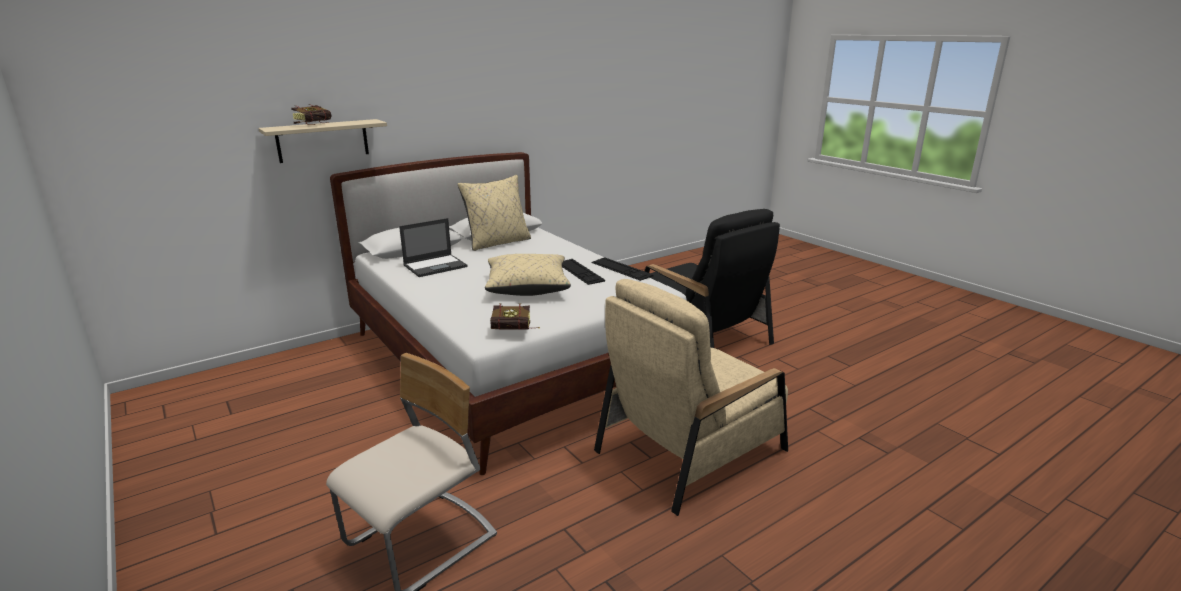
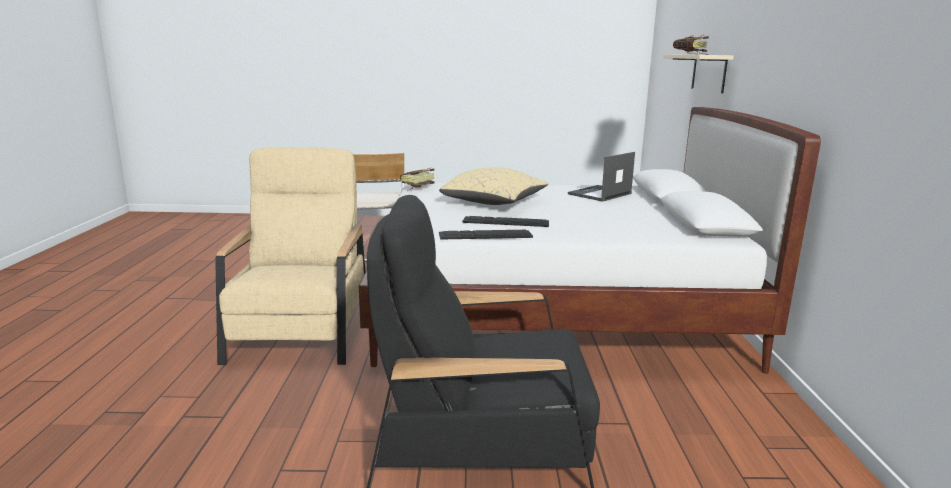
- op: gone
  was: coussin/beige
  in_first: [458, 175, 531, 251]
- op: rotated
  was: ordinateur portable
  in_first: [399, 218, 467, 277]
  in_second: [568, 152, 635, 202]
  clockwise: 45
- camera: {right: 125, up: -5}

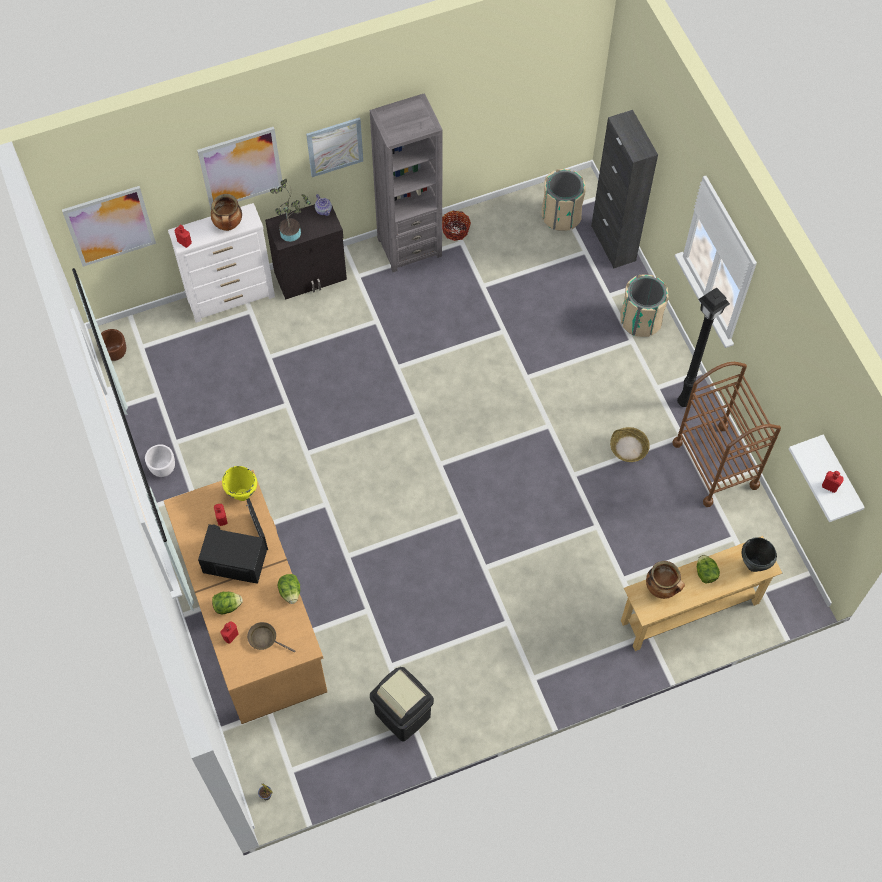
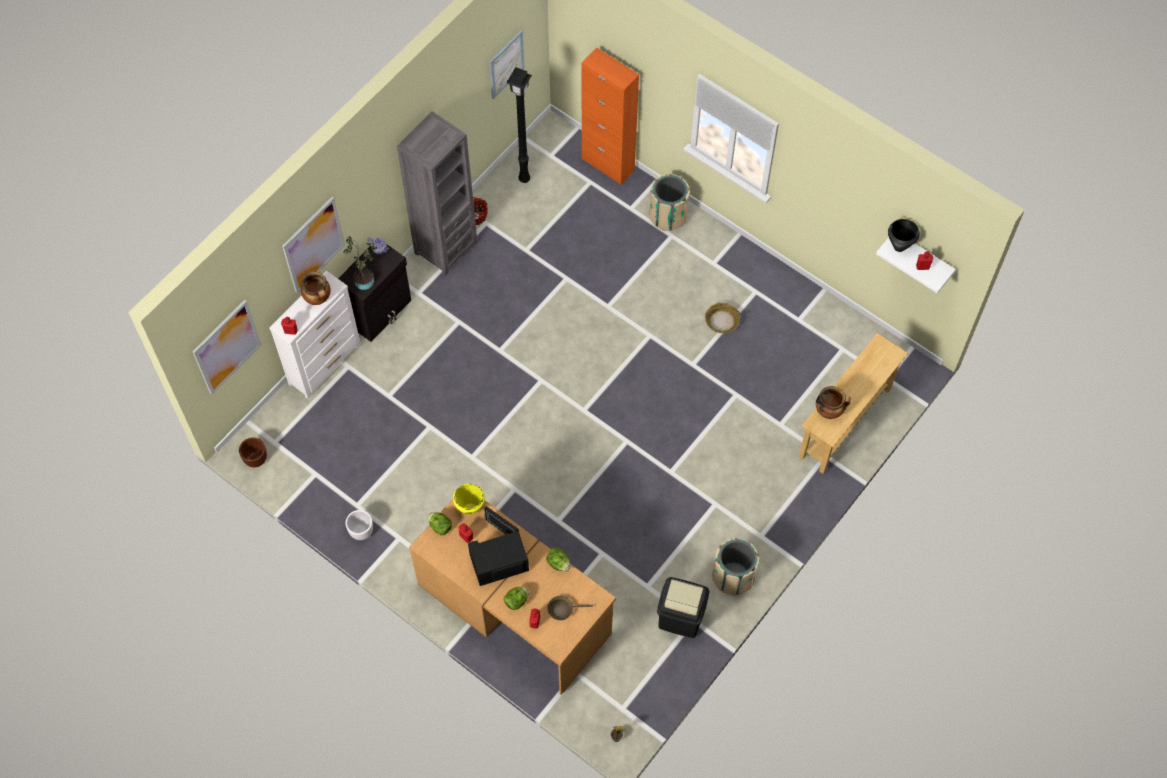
- op: repainted
  was: meuble de rangement/noir
  now: meuble de rangement/orange
  in_first: [591, 110, 658, 269]
  in_second: [582, 48, 639, 185]
- op: shifted
  was: tableau
  in_first: [306, 117, 363, 177]
  in_second: [489, 30, 524, 99]
- op: shifted
  was: poubelle/beige
  in_first: [542, 169, 586, 231]
  in_second: [712, 538, 760, 596]
- op: shifted
  was: lampadaire/noir
  in_first: [677, 287, 730, 407]
  in_second: [507, 67, 532, 183]
- op: gone
  was: chariot/marron
  in_first: [673, 362, 781, 507]
- op: shifted
  was: marmite/noir
  in_first: [742, 537, 777, 572]
  in_second: [888, 219, 920, 252]
- op: shifted
  was: laitue
  in_first: [697, 555, 720, 583]
  in_second: [428, 512, 452, 535]
- camera: {right: -30, up: 0}

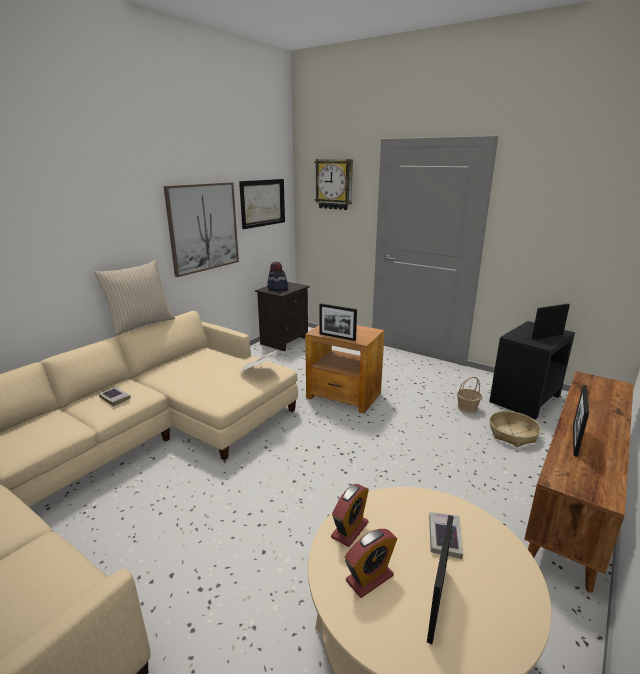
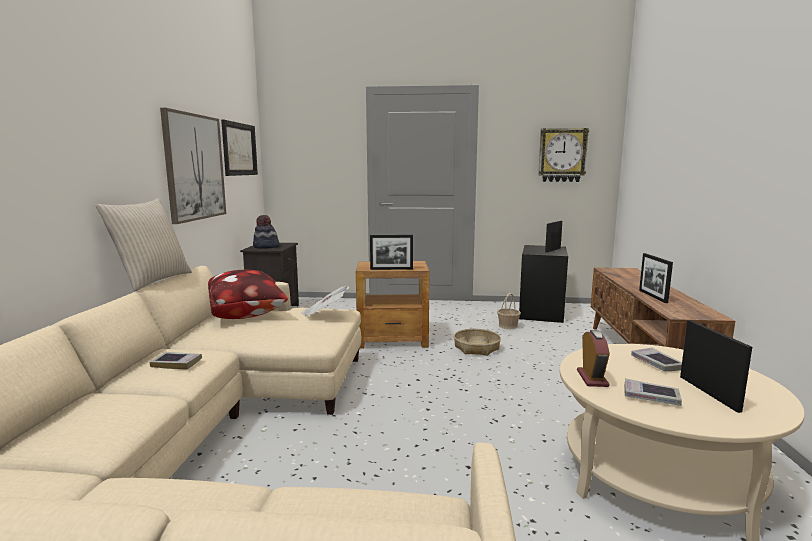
- op: shifted
  was: horloge murale
  in_first: [315, 159, 353, 210]
  in_second: [538, 128, 589, 182]
- op: shifted
  was: panier
  in_first: [489, 411, 541, 447]
  in_second: [454, 329, 501, 356]
- op: swapped
  was: réveil
  now: livre
  in_first: [345, 529, 397, 598]
  in_second: [624, 378, 682, 406]
- op: new
  now: coussin
  in_second: [208, 270, 288, 319]
- camera: {right: -30, up: -10}

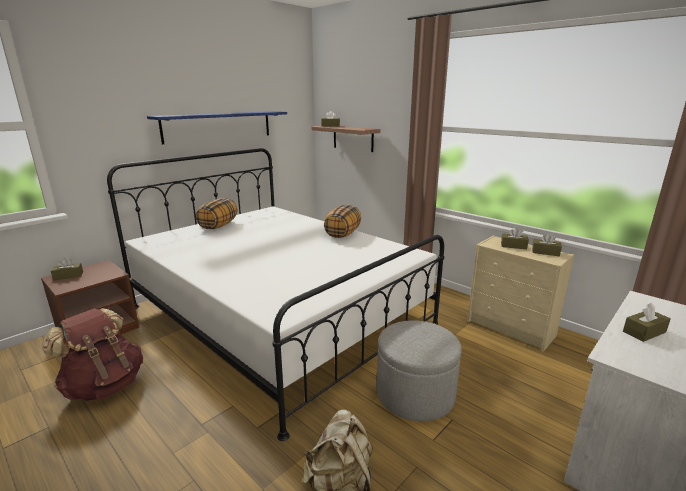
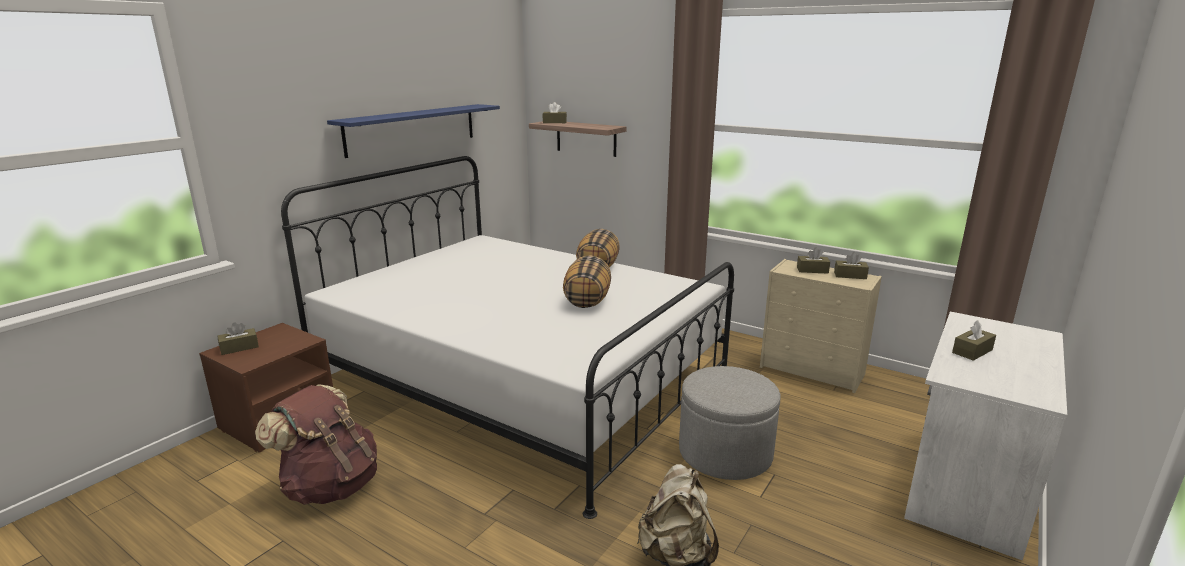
- op: shifted
  was: coussin
  in_first: [196, 198, 238, 229]
  in_second: [563, 255, 611, 308]
- camera: {right: -10, up: 0}

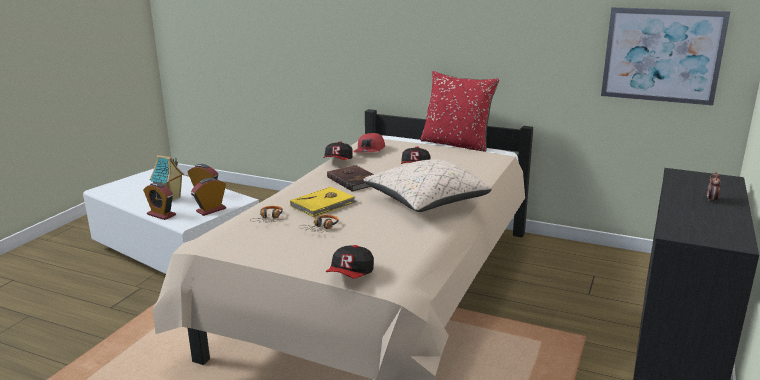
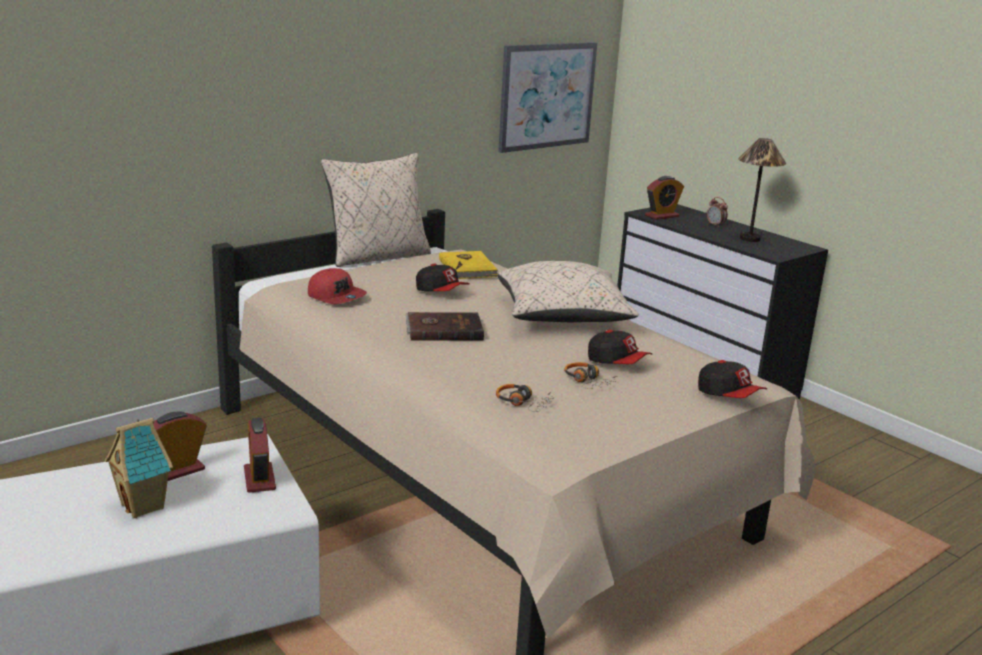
- op: repainted
  was: coussin/rouge
  now: coussin/beige
  in_first: [420, 71, 499, 152]
  in_second: [321, 153, 431, 267]
- op: shifted
  was: casquette
  in_first: [323, 141, 353, 160]
  in_second: [588, 330, 653, 364]
- op: shifted
  was: réveil
  in_first: [143, 182, 176, 220]
  in_second: [645, 176, 684, 220]
- op: shifted
  was: livre/jaune
  in_first: [290, 187, 357, 217]
  in_second: [439, 251, 498, 279]
- op: new
  now: lampe de table
  in_second: [738, 138, 787, 242]
- camera: {right: -65, up: 0}

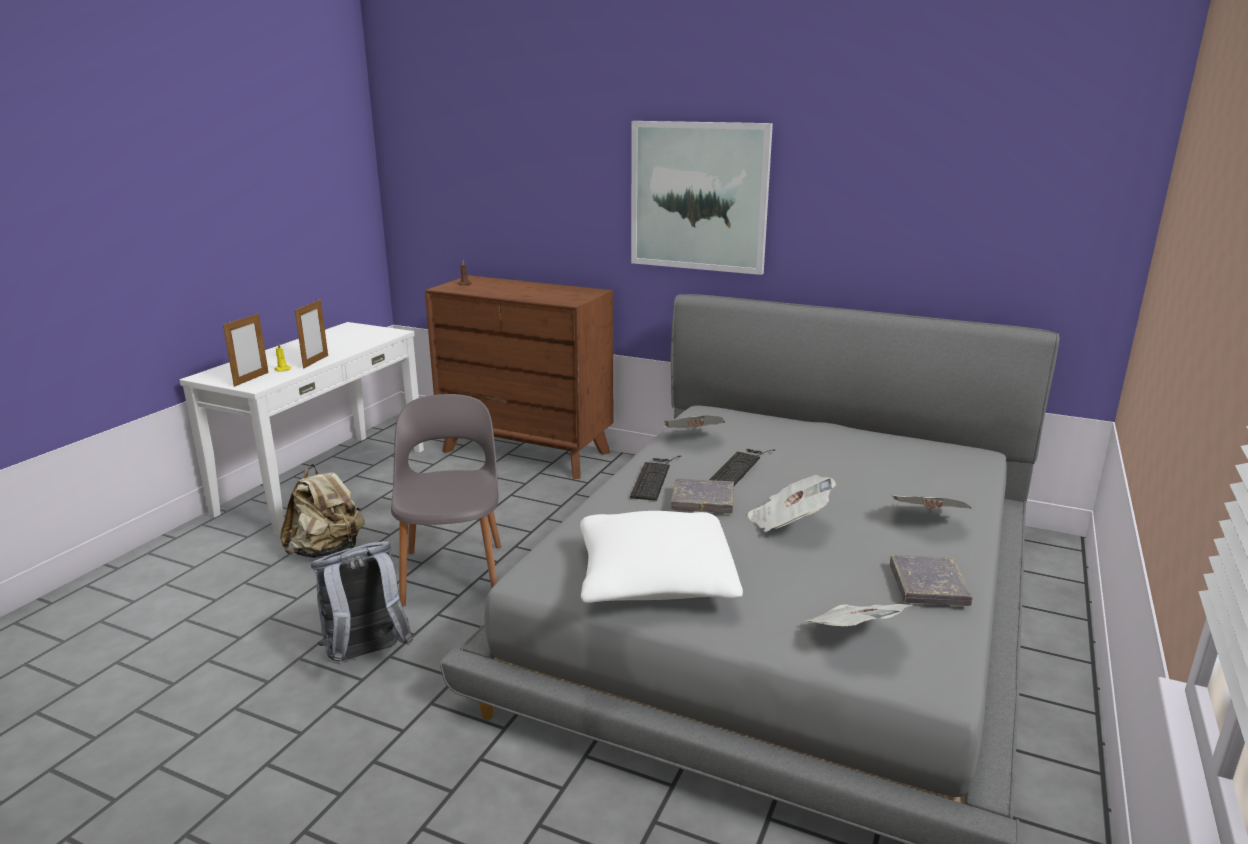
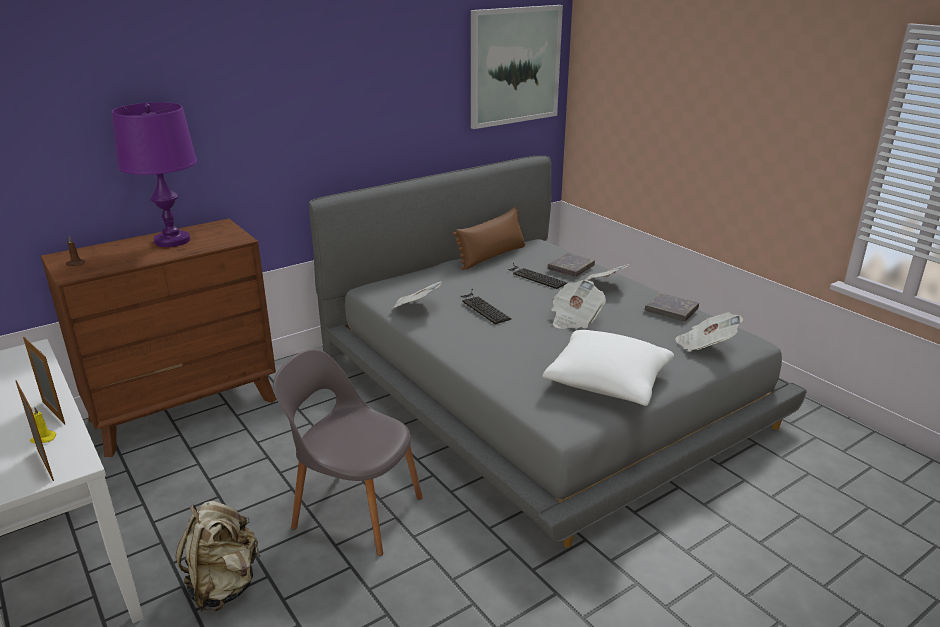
- op: shifted
  was: tableau
  in_first: [631, 121, 773, 275]
  in_second: [471, 5, 563, 129]
- op: shifted
  was: clavier
  in_first: [630, 456, 681, 501]
  in_second: [508, 262, 567, 289]
- op: shifted
  was: livre/gris
  in_first: [671, 478, 734, 513]
  in_second: [548, 253, 595, 277]
- op: gone
  was: sac à dos/gris
  in_first: [311, 541, 413, 664]
- op: new
  now: lampe de table/violet
  in_second: [112, 102, 197, 247]
- op: new
  now: coussin/marron
  in_second: [453, 207, 526, 270]
- camera: {right: -60, up: 5}

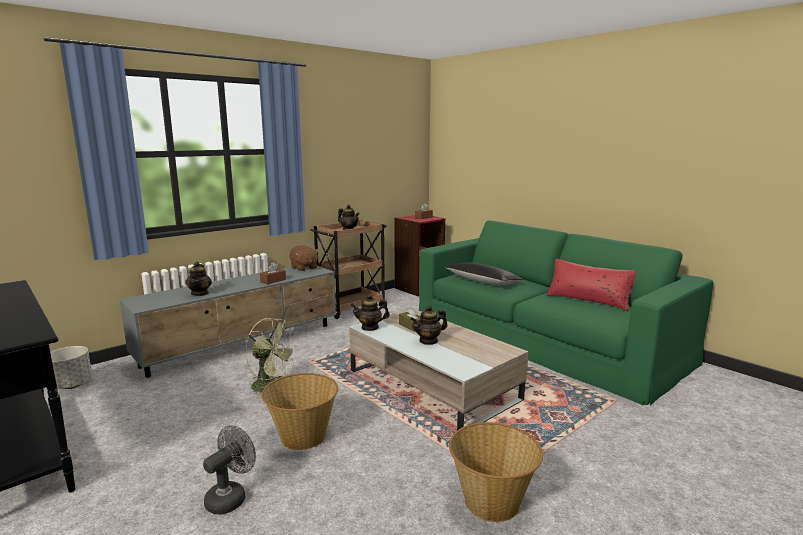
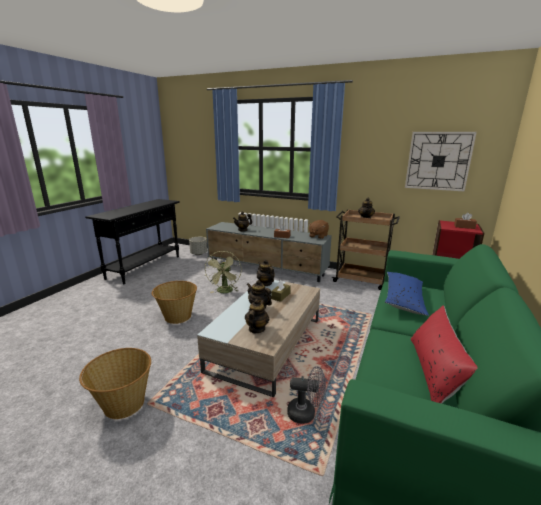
- op: repainted
  was: coussin/noir
  now: coussin/bleu
  in_first: [445, 262, 523, 285]
  in_second: [385, 272, 429, 316]
- op: shifted
  was: ventilateur/gris
  in_first: [203, 425, 256, 514]
  in_second: [287, 366, 326, 424]
- op: new
  now: horloge murale
  in_second: [405, 132, 477, 192]
- op: new
  now: théière
  in_second: [245, 299, 269, 333]
- camera: {right: 65, up: 5}

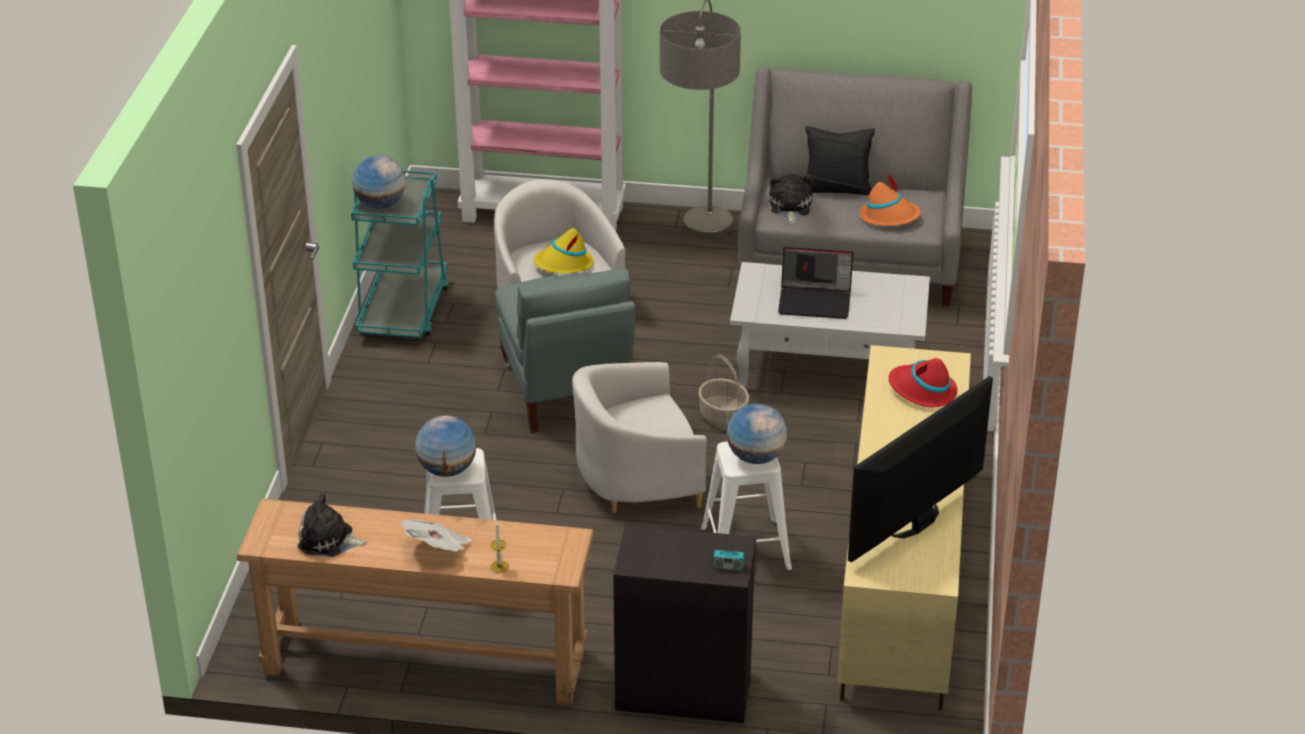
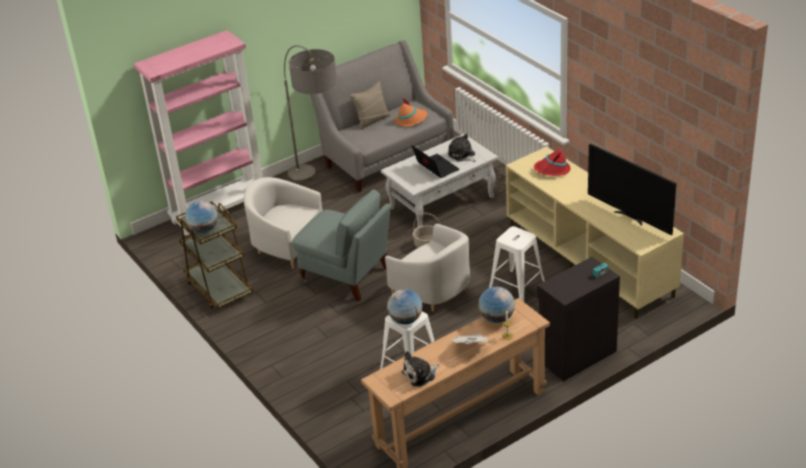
- op: repainted
  was: coussin/noir
  now: coussin/beige
  in_first: [805, 126, 875, 195]
  in_second: [350, 81, 391, 130]
- op: repainted
  was: chariot/turquoise
  now: chariot/marron
  in_first: [351, 170, 449, 338]
  in_second: [176, 201, 253, 309]
- op: shifted
  was: peluche
  in_first: [770, 174, 812, 224]
  in_second: [448, 134, 476, 162]
- op: gone
  was: chapeau/jaune
  in_first: [533, 228, 594, 274]
- op: rotated
  was: ordinateur portable
  in_first: [778, 247, 853, 319]
  in_second: [412, 145, 459, 178]
  clockwise: -90
- op: rotated
  was: fauteuil/blanc
  in_first: [572, 362, 707, 513]
  in_second: [385, 224, 470, 311]
  clockwise: -75
- op: rotated
  was: téléviseur
  in_first: [848, 376, 993, 562]
  in_second: [588, 143, 676, 235]
  clockwise: -45
- op: shifted
  was: globe
  in_first: [727, 404, 787, 464]
  in_second: [478, 287, 515, 323]
- camera: {right: -40, up: 0}

